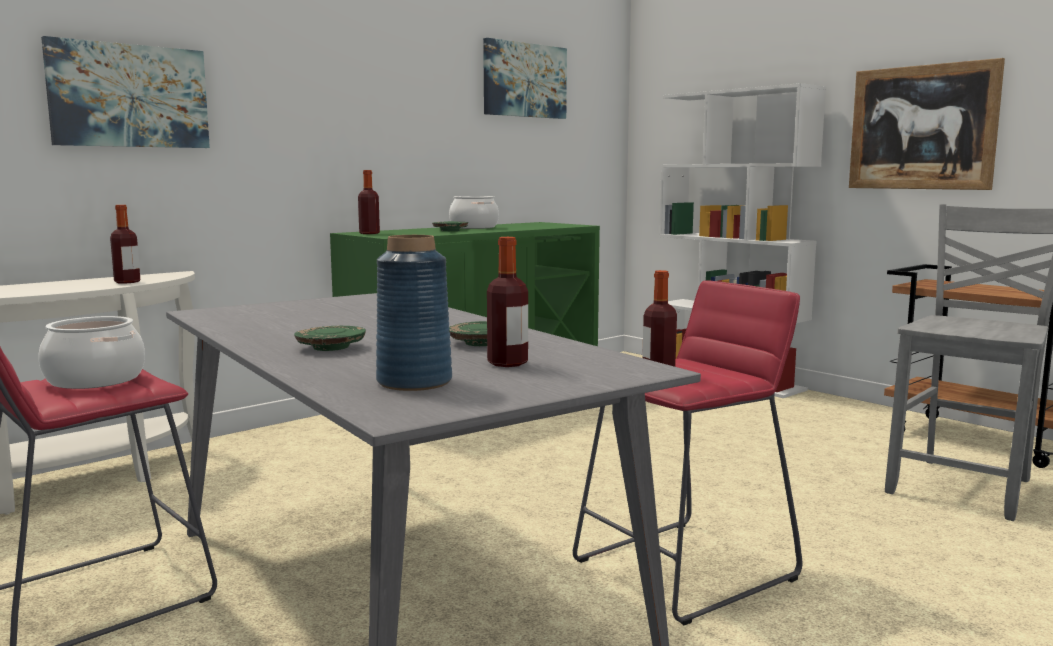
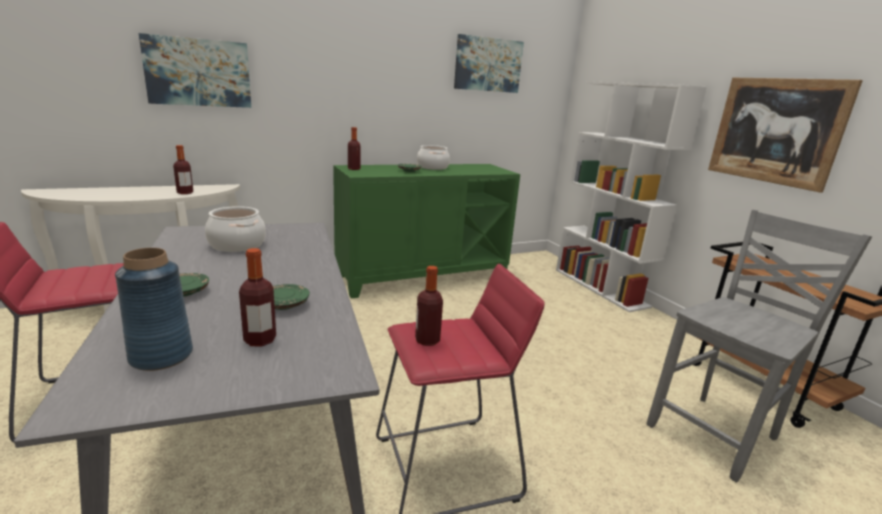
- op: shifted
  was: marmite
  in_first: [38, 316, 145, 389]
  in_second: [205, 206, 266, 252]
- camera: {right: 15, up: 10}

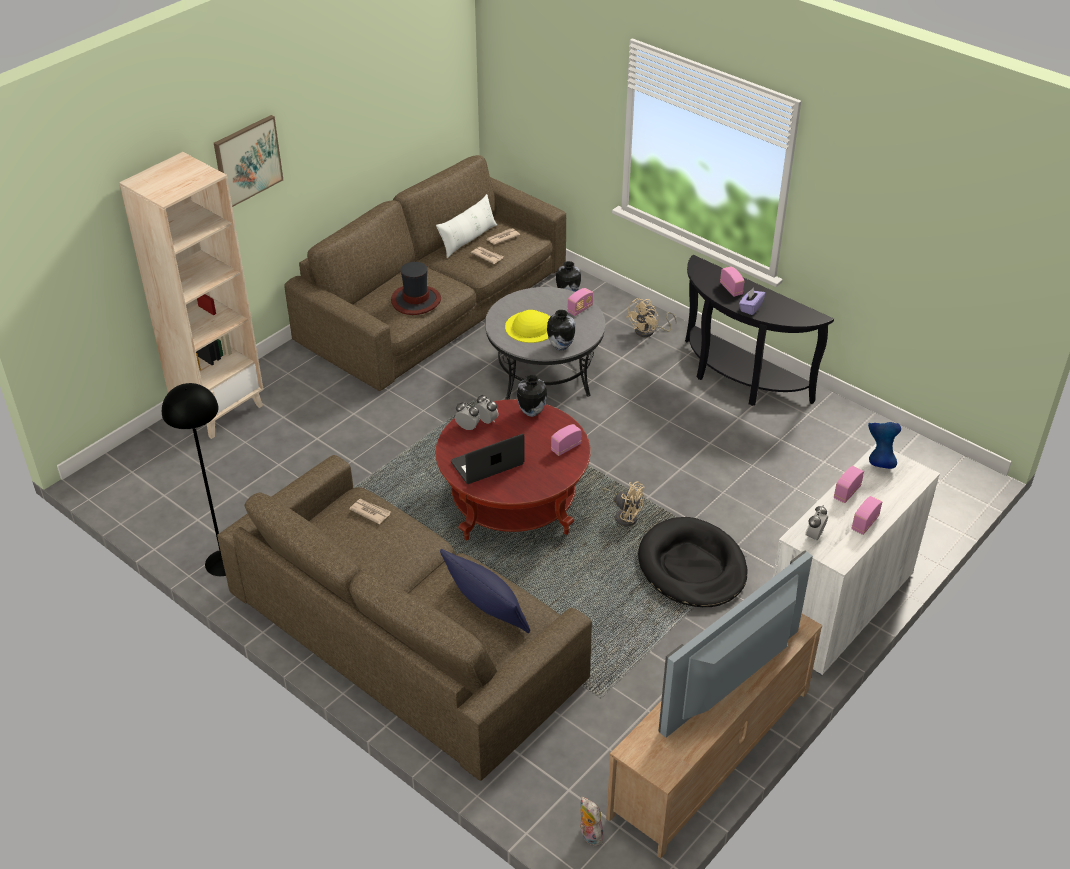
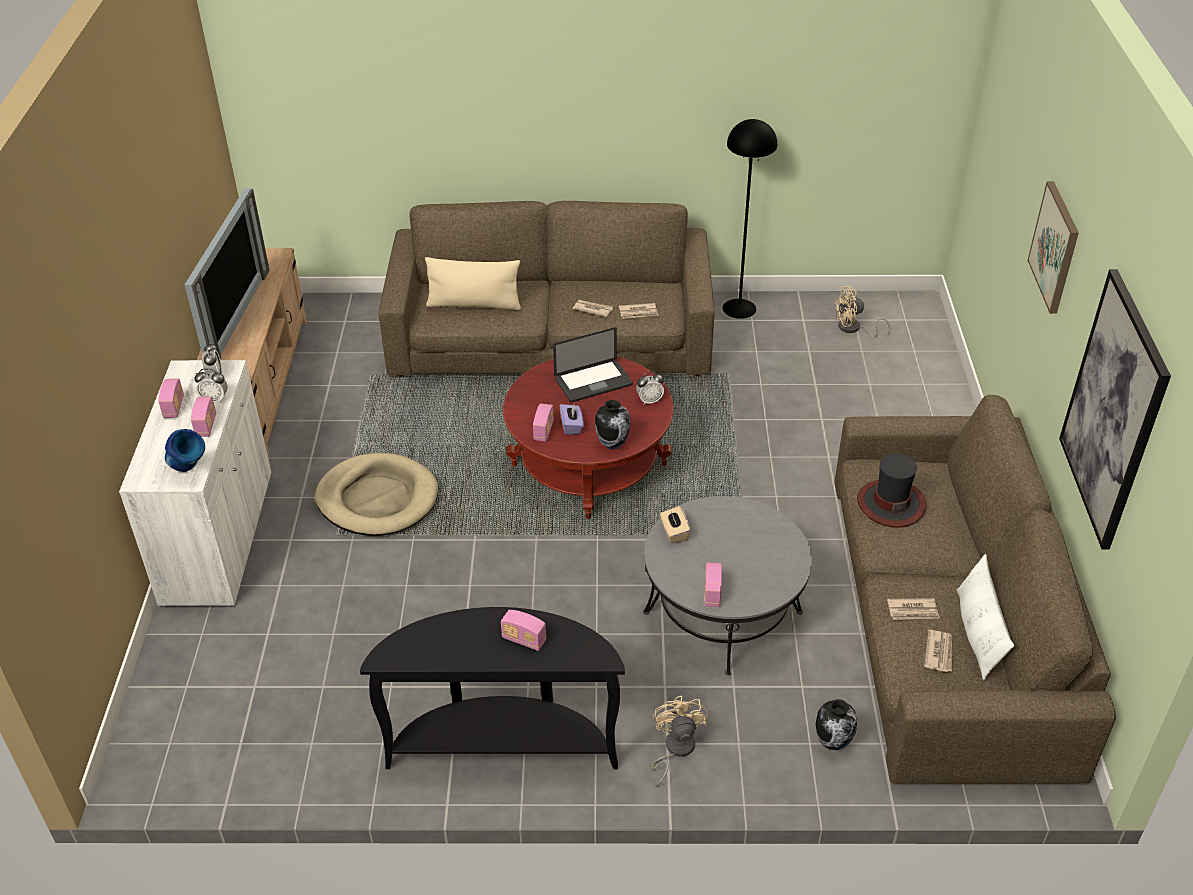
- op: gone
  was: bibliothèque/beige
  in_first: [119, 152, 264, 439]
- op: shifted
  was: boîte à mouchoirs/violet
  in_first: [739, 287, 765, 315]
  in_second: [560, 404, 584, 435]
- op: gone
  was: chapeau/jaune
  in_first: [505, 310, 551, 343]
- op: swapped
  was: vase
  now: boîte à mouchoirs/beige
  in_first: [547, 310, 575, 350]
  in_second: [660, 506, 690, 543]
- op: shifted
  was: réveil
  in_first: [475, 395, 498, 424]
  in_second: [194, 369, 228, 403]
- op: rotated
  was: ordinateur portable
  in_first: [451, 434, 525, 484]
  in_second: [553, 327, 633, 402]
  clockwise: 45
- op: shifted
  was: ventilateur/beige
  in_first: [602, 481, 644, 526]
  in_second: [834, 286, 890, 338]
- op: repainted
  was: panier pour chien/noir
  now: panier pour chien/beige
  in_first: [638, 517, 747, 607]
  in_second: [314, 453, 438, 536]
- op: repainted
  was: coussin/bleu
  now: coussin/beige
  in_first: [440, 549, 530, 633]
  in_second: [425, 257, 521, 310]
- op: gone
  was: peluche
  in_first: [580, 797, 604, 846]
- op: new
  now: tableau
  in_second: [1059, 269, 1171, 549]
- op: new
  now: journal
  in_second: [573, 300, 613, 317]
- camera: {right: 140, up: 0}

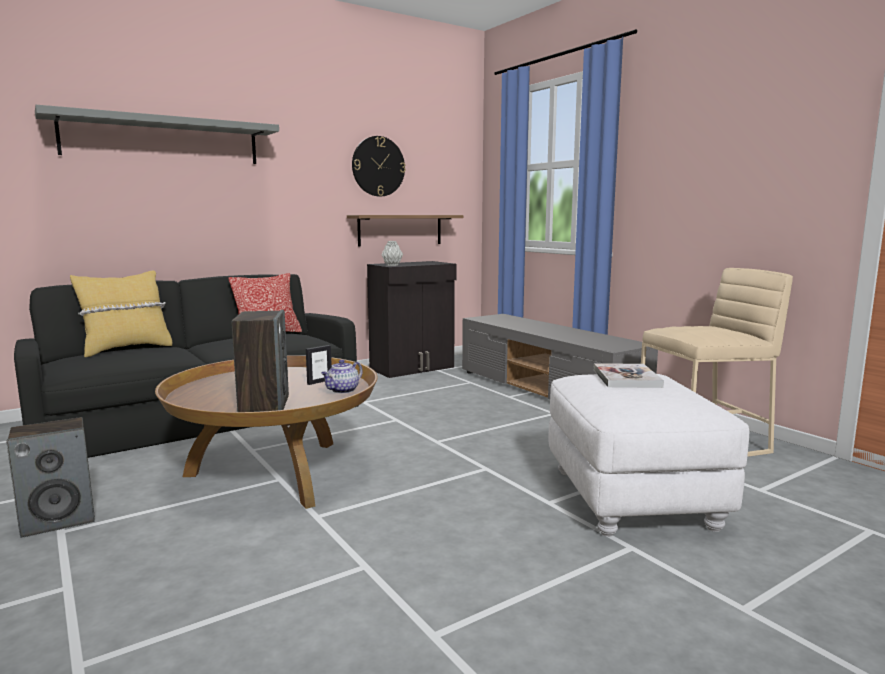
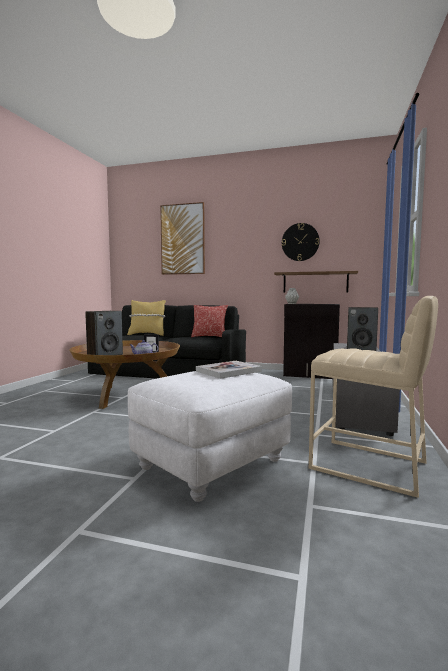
- op: swapped
  was: étagère/gris
  now: tableau
  in_first: [35, 105, 279, 164]
  in_second: [160, 202, 205, 275]
- op: shifted
  was: enceinte
  in_first: [6, 417, 95, 538]
  in_second: [347, 307, 378, 351]
- camera: {right: 50, up: -5}

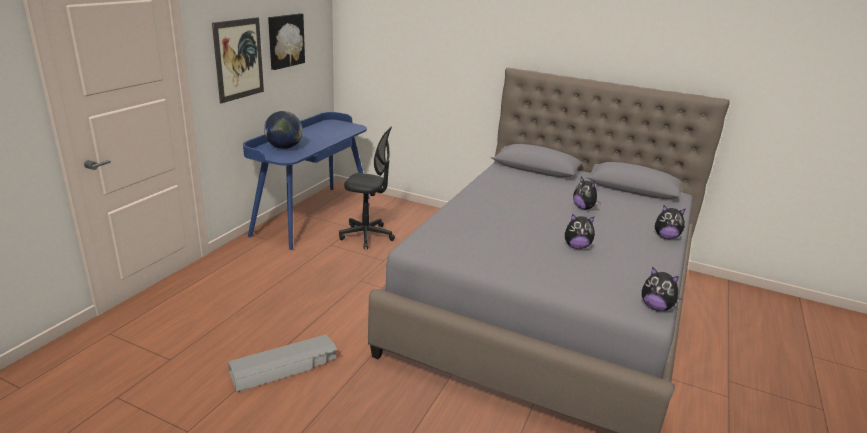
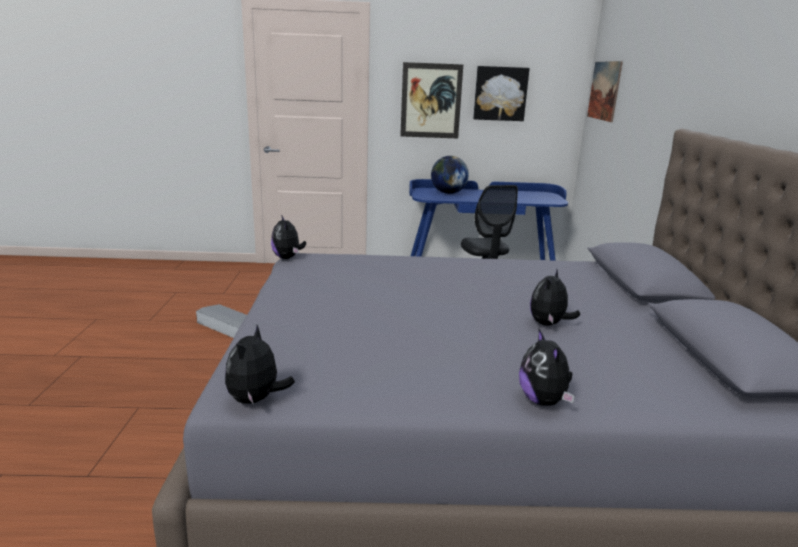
- op: shifted
  was: peluche
  in_first: [565, 214, 595, 249]
  in_second: [271, 215, 306, 259]
- op: new
  now: tableau
  in_second: [587, 61, 623, 122]
- camera: {right: 65, up: -5}

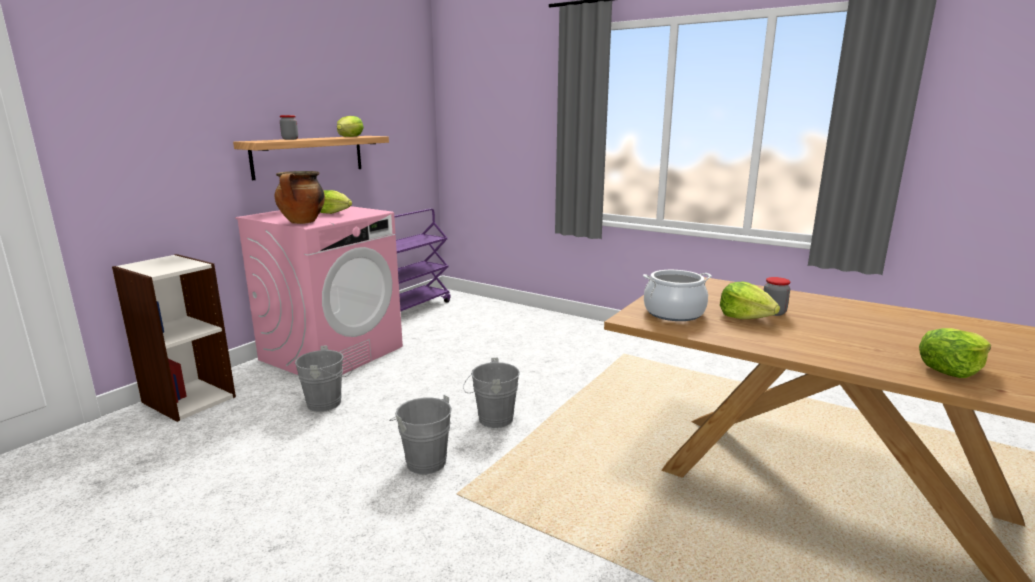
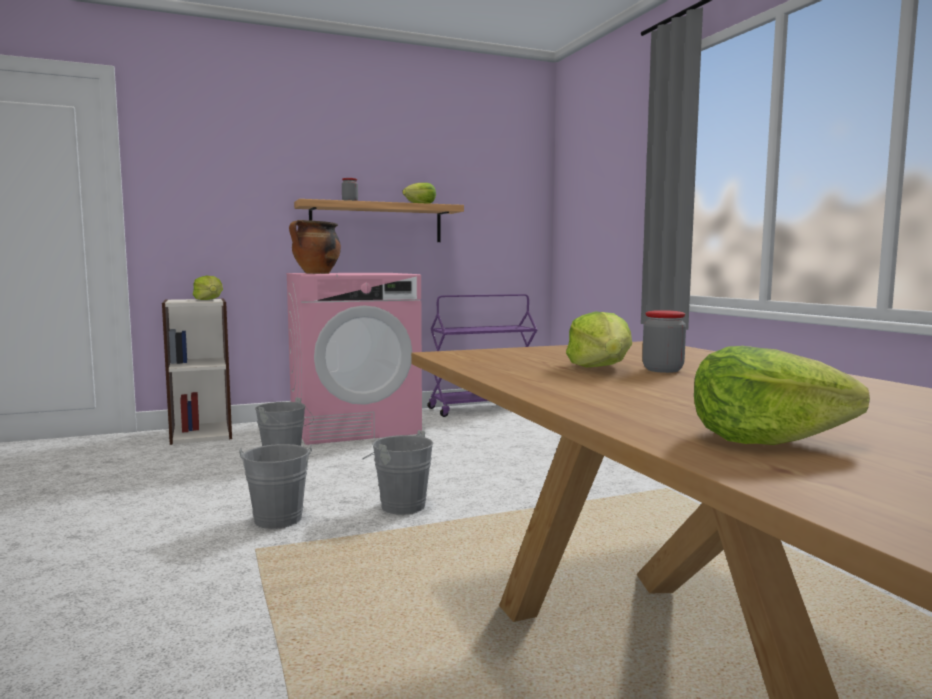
- op: shifted
  was: laitue
  in_first: [320, 190, 352, 214]
  in_second: [193, 276, 223, 300]
- op: gone
  was: marmite
  in_first: [643, 270, 712, 321]
- camera: {right: 35, up: -10}

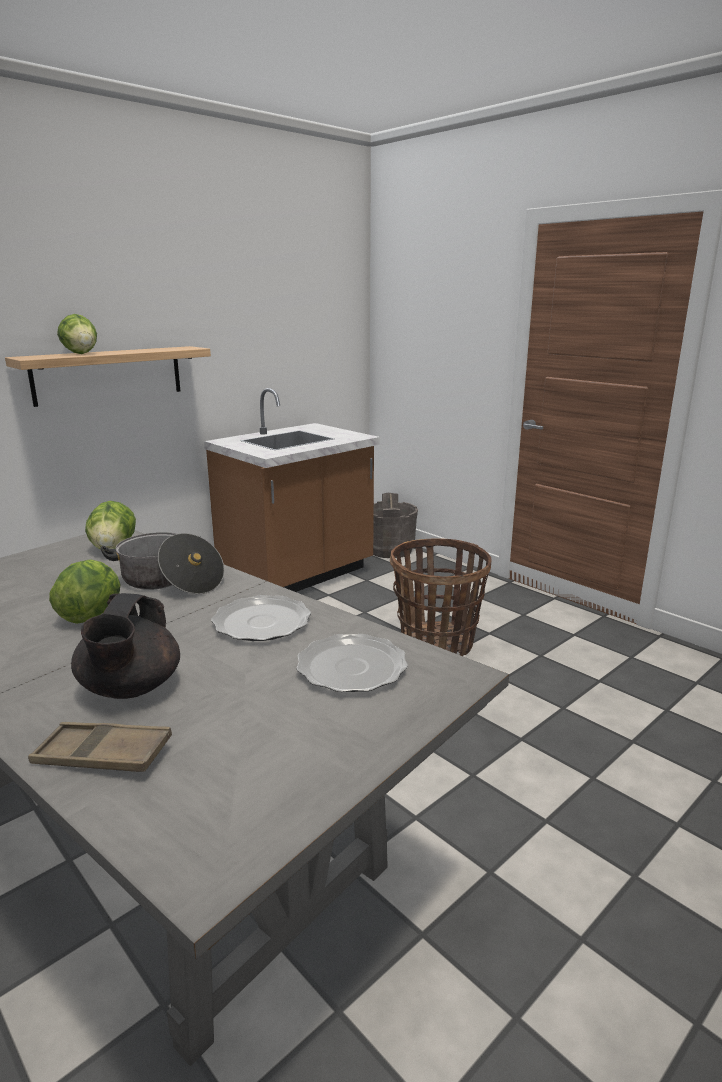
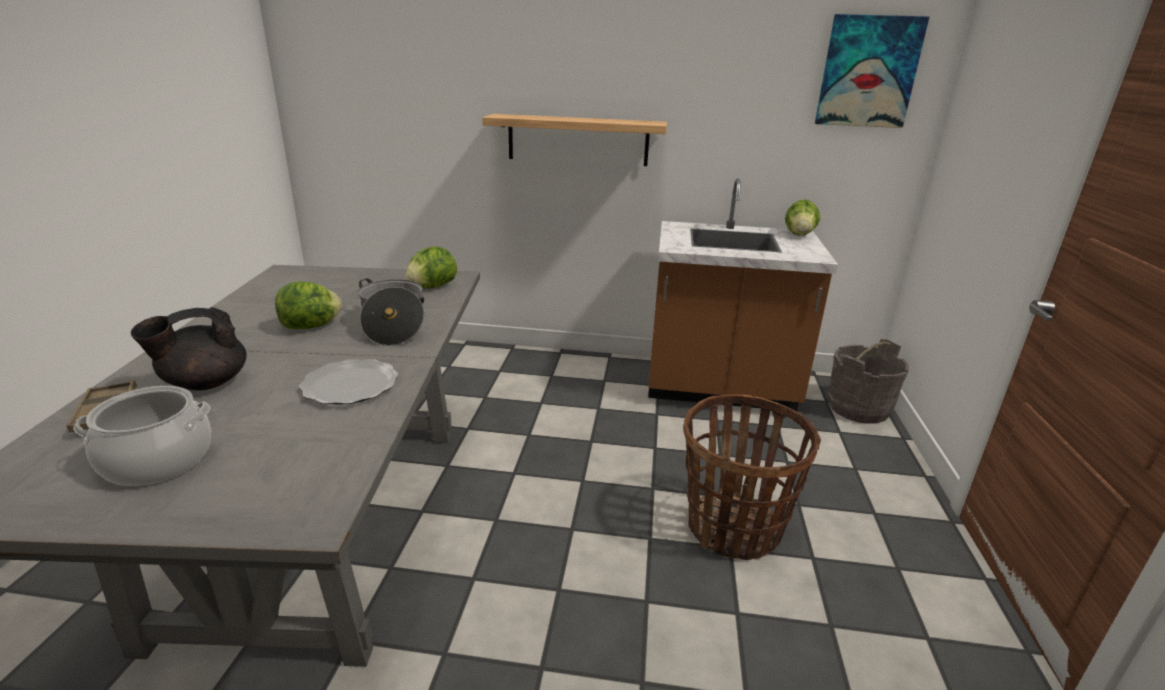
- op: shifted
  was: laitue
  in_first: [57, 314, 97, 354]
  in_second: [785, 199, 820, 236]
- op: gone
  was: assiette
  in_first: [297, 634, 408, 692]
- op: new
  now: tableau
  in_second: [815, 14, 930, 128]
- op: new
  now: marmite
  in_second: [73, 386, 211, 486]
- camera: {right: 50, up: 5}

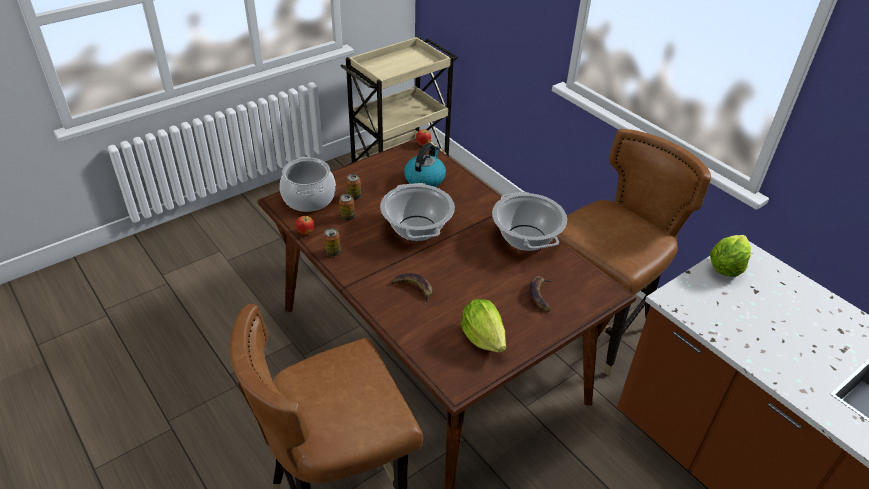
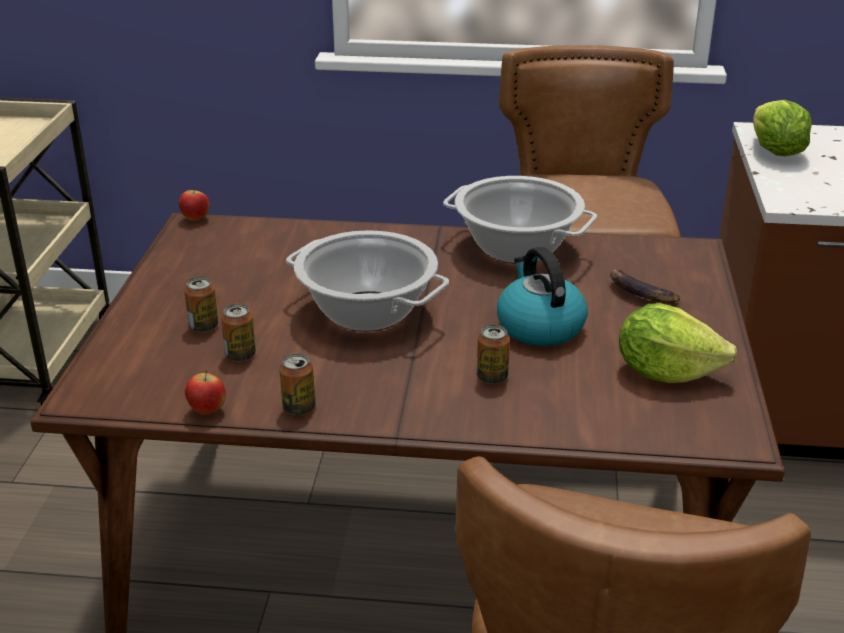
- op: shifted
  was: bouilloire
  in_first: [404, 143, 446, 187]
  in_second: [497, 247, 588, 346]
- op: gone
  was: marmite
  in_first: [280, 157, 336, 212]
- op: swapped
  was: banane
  now: boîte métallique
  in_first: [391, 273, 432, 305]
  in_second: [477, 325, 510, 384]
- camera: {right: -45, up: -10}

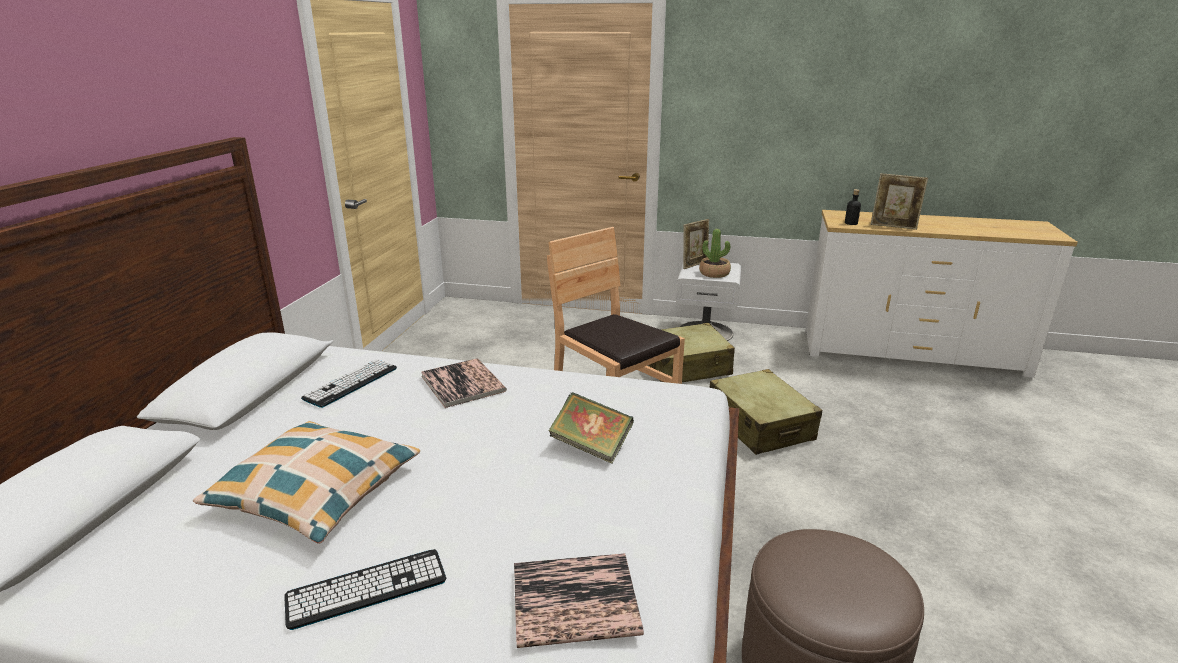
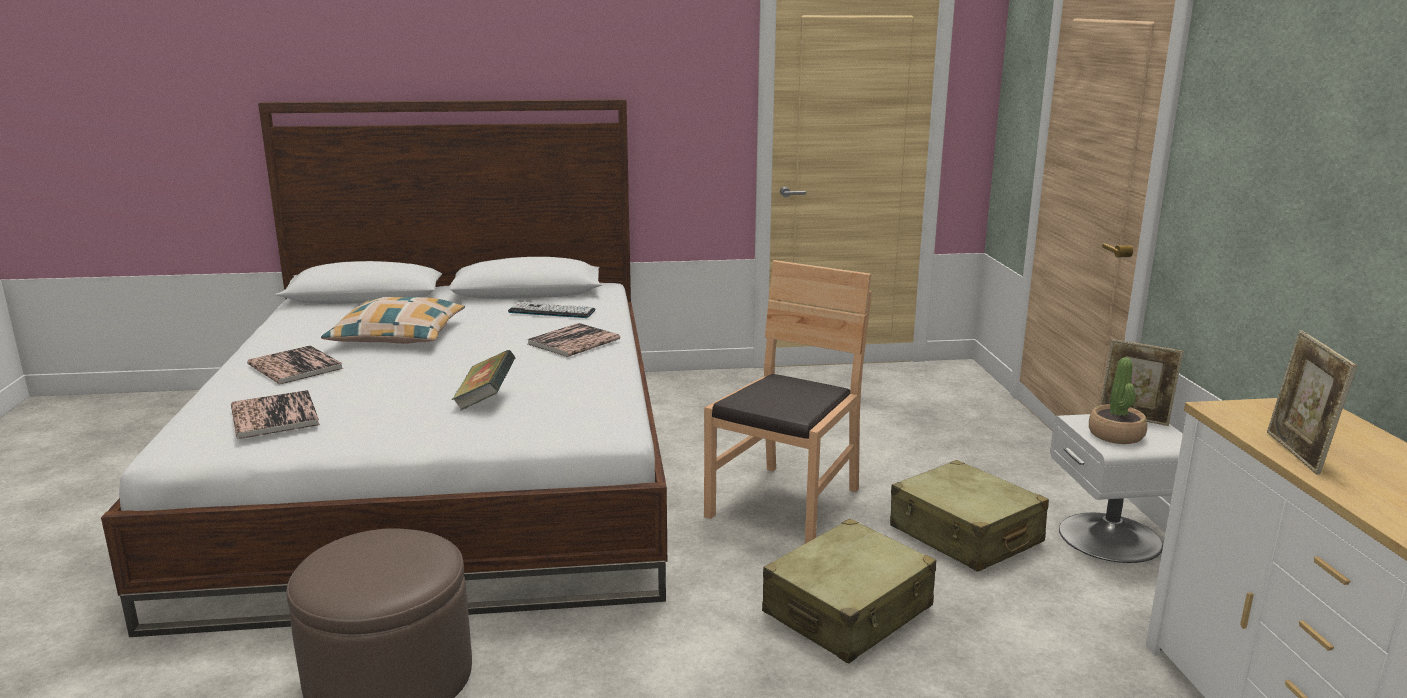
- op: gone
  was: bouteille/noir
  in_first: [845, 189, 861, 225]
- op: swapped
  was: clavier
  now: livre
  in_first: [284, 549, 446, 630]
  in_second: [247, 345, 343, 384]
- camera: {right: 70, up: -5}

